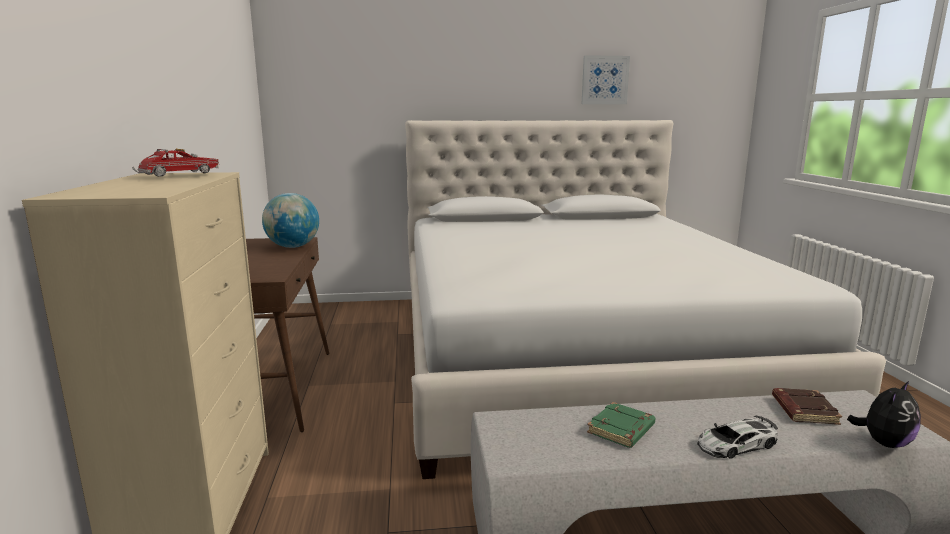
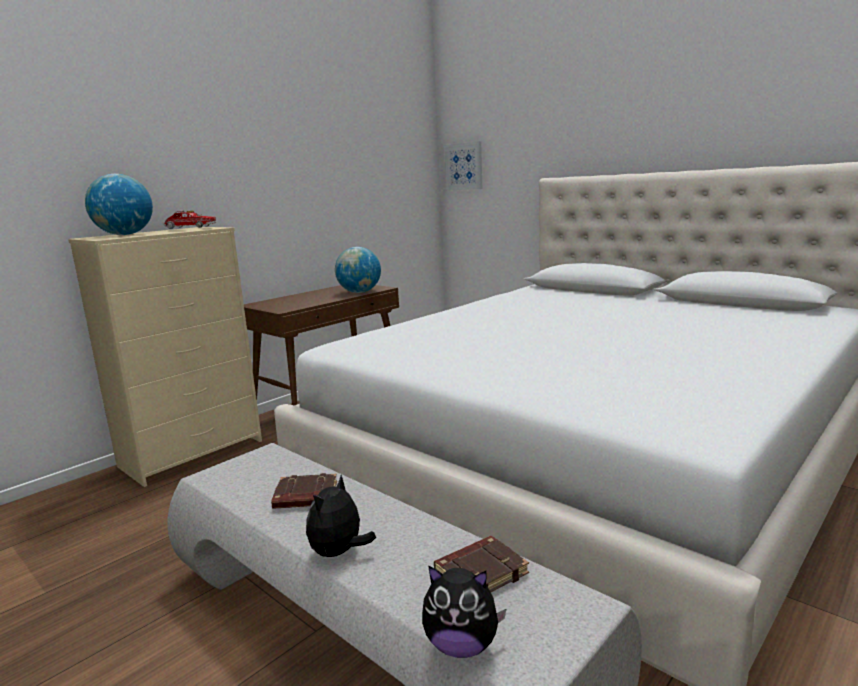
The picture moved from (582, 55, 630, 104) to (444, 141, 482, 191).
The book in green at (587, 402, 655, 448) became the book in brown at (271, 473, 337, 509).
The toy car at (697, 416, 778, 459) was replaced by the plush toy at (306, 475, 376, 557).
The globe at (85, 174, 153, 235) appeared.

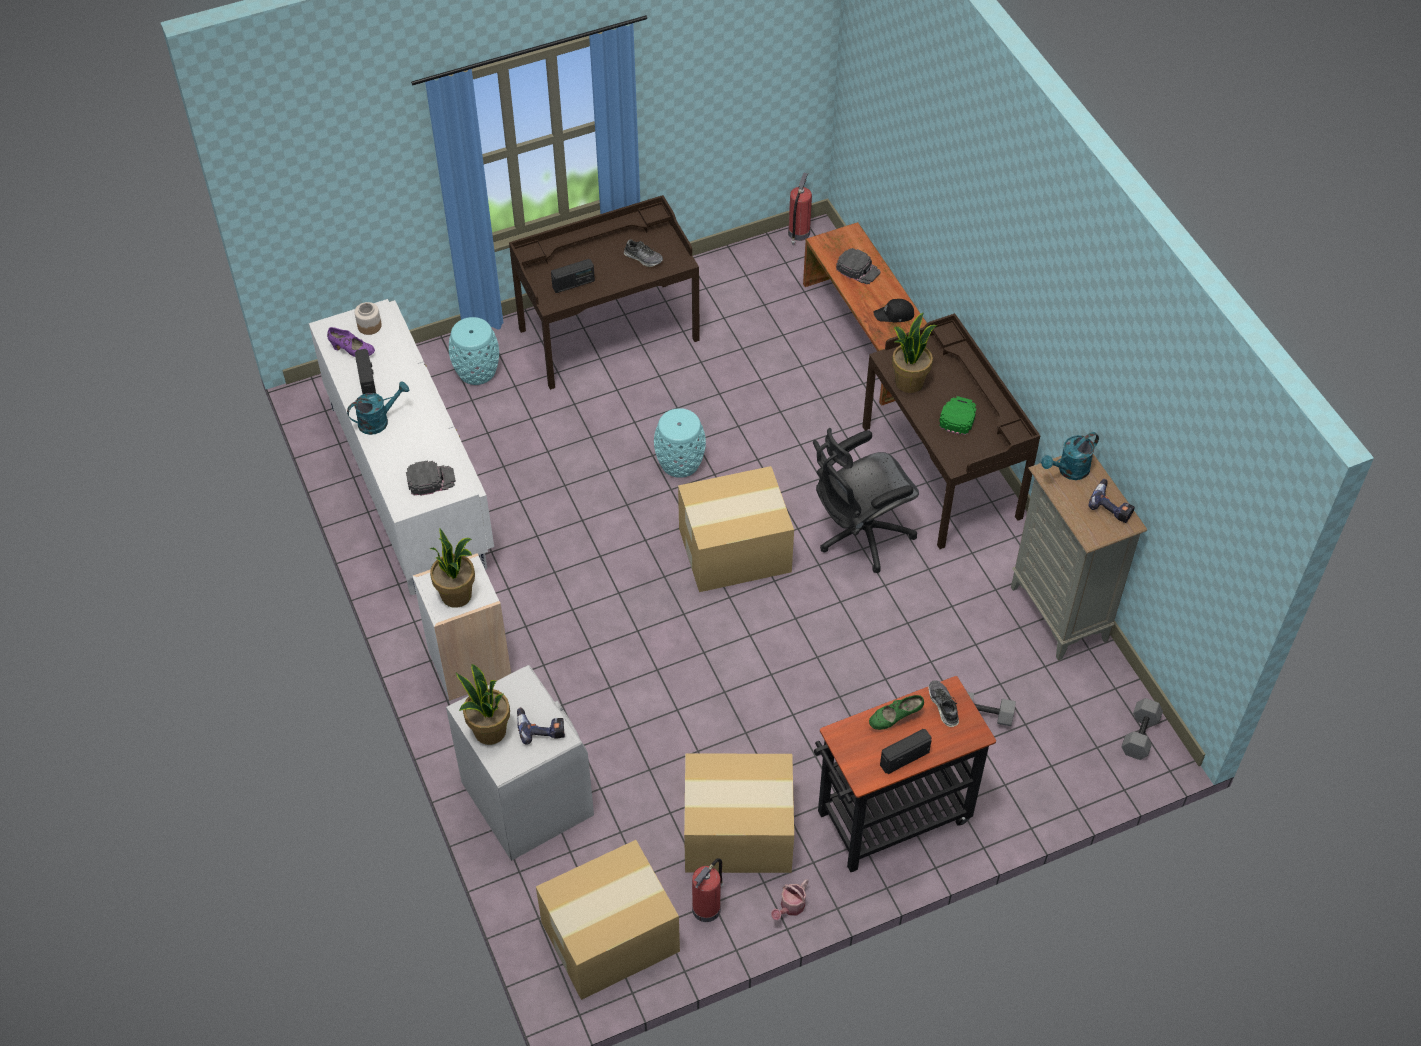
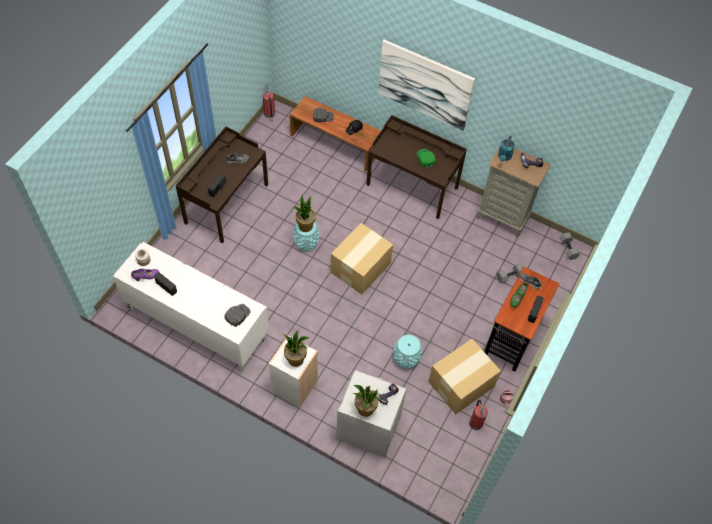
The potted plant moved from (892, 312, 937, 393) to (292, 195, 316, 232).
The stool in turquoise moved from (449, 317, 499, 385) to (394, 335, 422, 369).
The watering can in turquoise at (347, 381, 409, 435) disappeared.
The office chair at (813, 428, 919, 573) disappeared.
The cardboard box at (536, 840, 680, 1000) disappeared.
The picture at (378, 40, 475, 131) appeared.

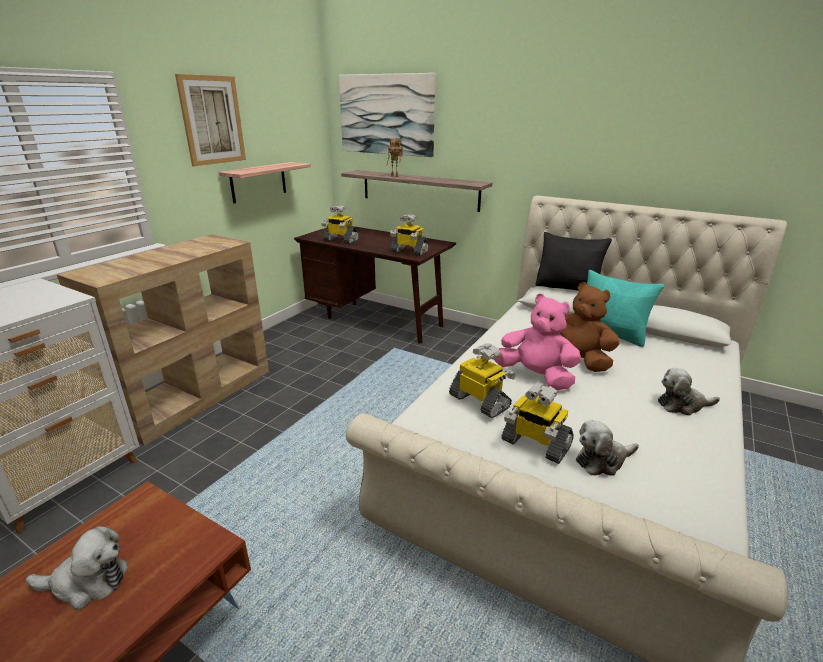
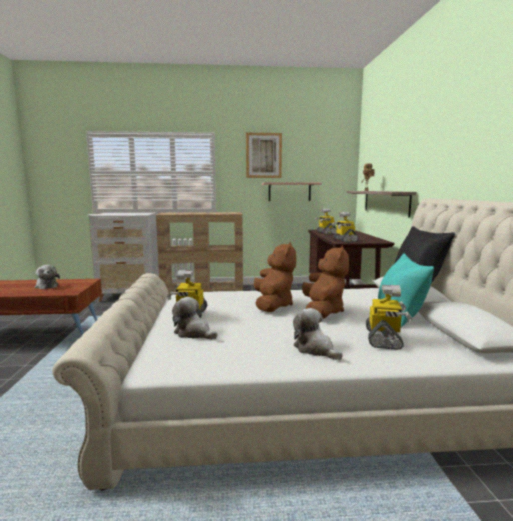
The picture at (339, 73, 435, 157) disappeared.
The plush toy in pink at (493, 294, 581, 390) became the plush toy in brown at (254, 242, 296, 312).
The toy robot moved from (449, 344, 516, 418) to (366, 285, 412, 350).

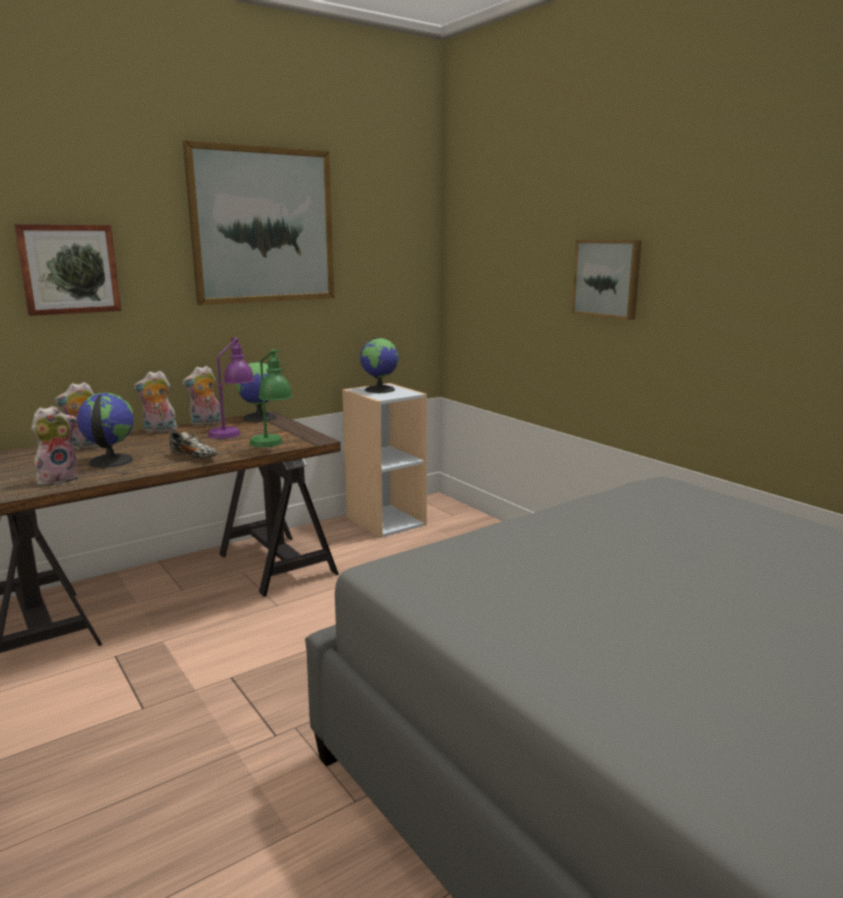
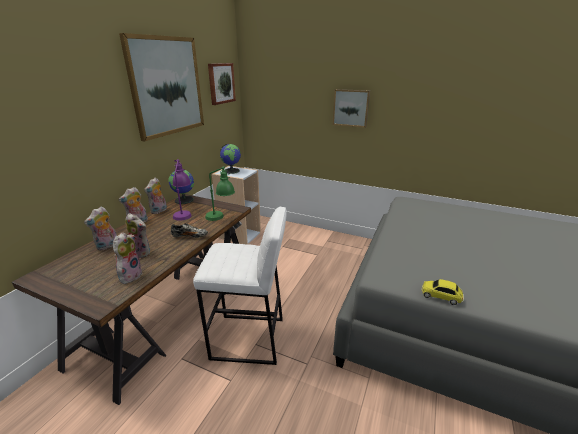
The picture moved from (14, 224, 121, 316) to (208, 63, 236, 105).
The globe at (77, 393, 134, 468) was replaced by the plush toy at (126, 213, 150, 258).
The stool in white at (193, 207, 287, 365) appeared.
The toy car at (422, 279, 464, 305) appeared.

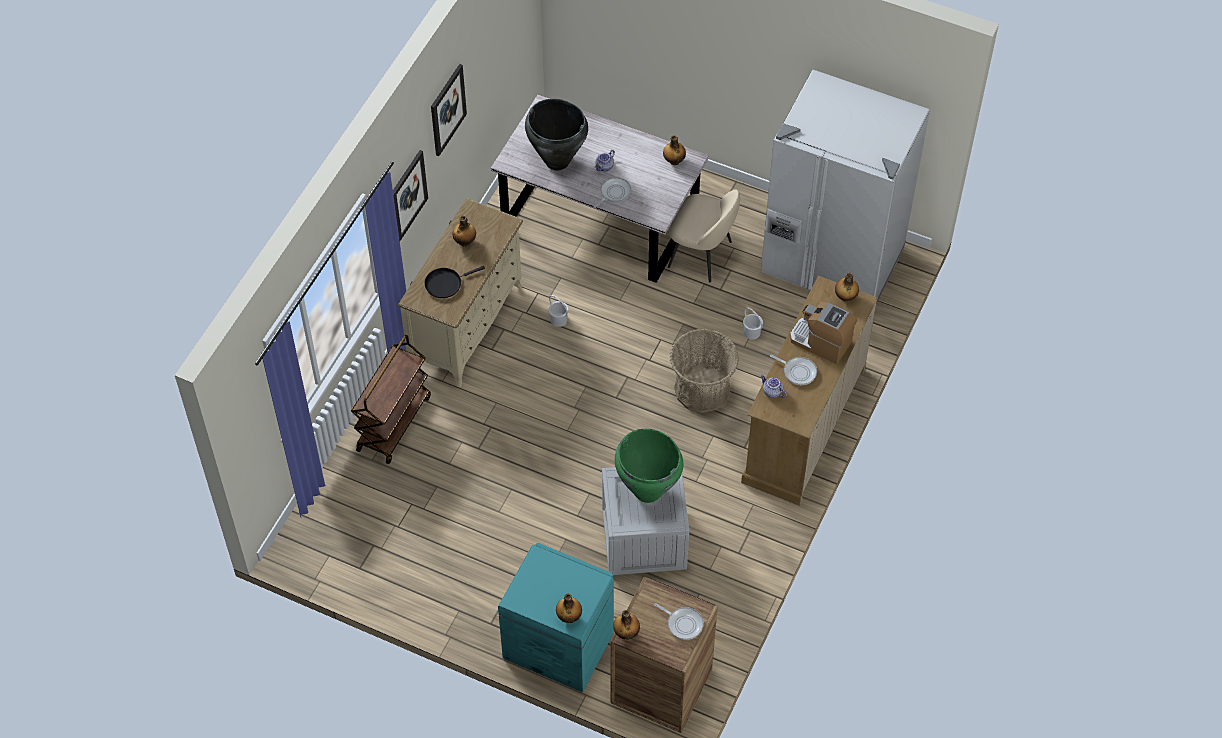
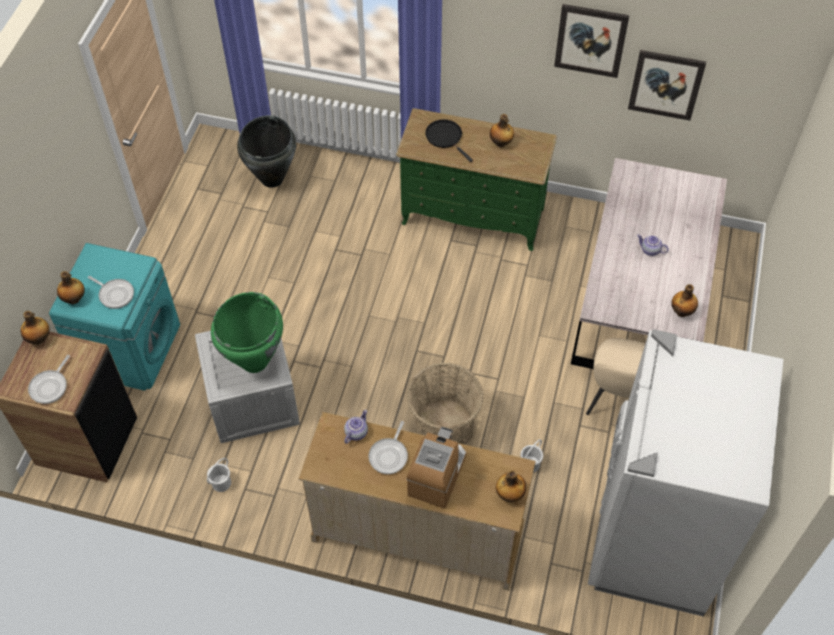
The vase in black moved from (525, 99, 588, 171) to (237, 115, 296, 188).
The picture moved from (393, 150, 428, 241) to (628, 50, 706, 121).
The frying pan moved from (593, 177, 631, 208) to (88, 276, 134, 309).
The dresser in beige at (398, 198, 523, 387) became the dresser in green at (396, 108, 557, 251).
The bucket in white moved from (549, 295, 569, 327) to (207, 458, 231, 492).
The cart in brown at (351, 335, 431, 464) disappeared.

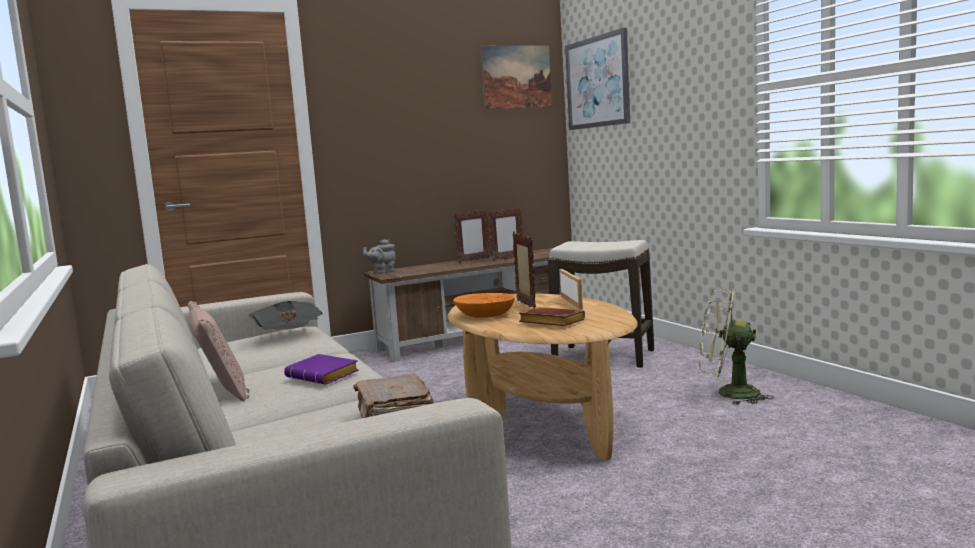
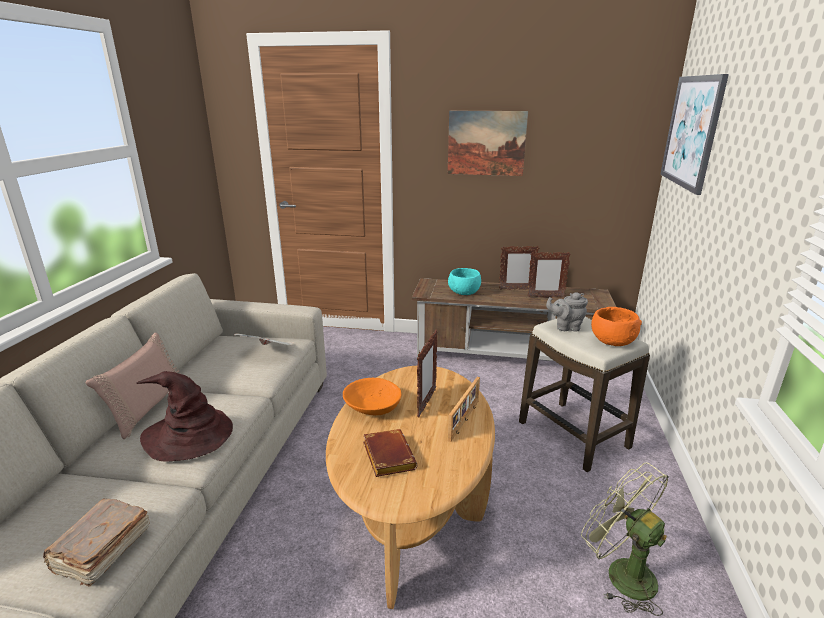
The picture moved from (481, 45, 552, 109) to (448, 111, 528, 176).
The teapot in grey moved from (363, 239, 396, 274) to (546, 292, 588, 331).
The book in purple at (284, 354, 359, 385) was replaced by the hat in brown at (136, 371, 233, 462).
The bowl in turquoise at (448, 268, 481, 295) appeared.
The bowl in orange at (591, 307, 642, 346) appeared.

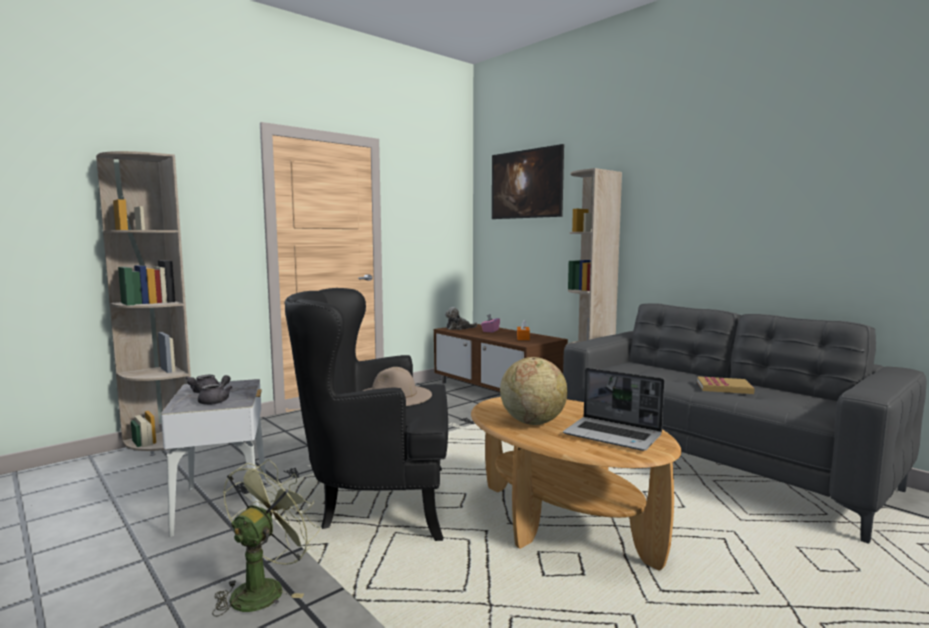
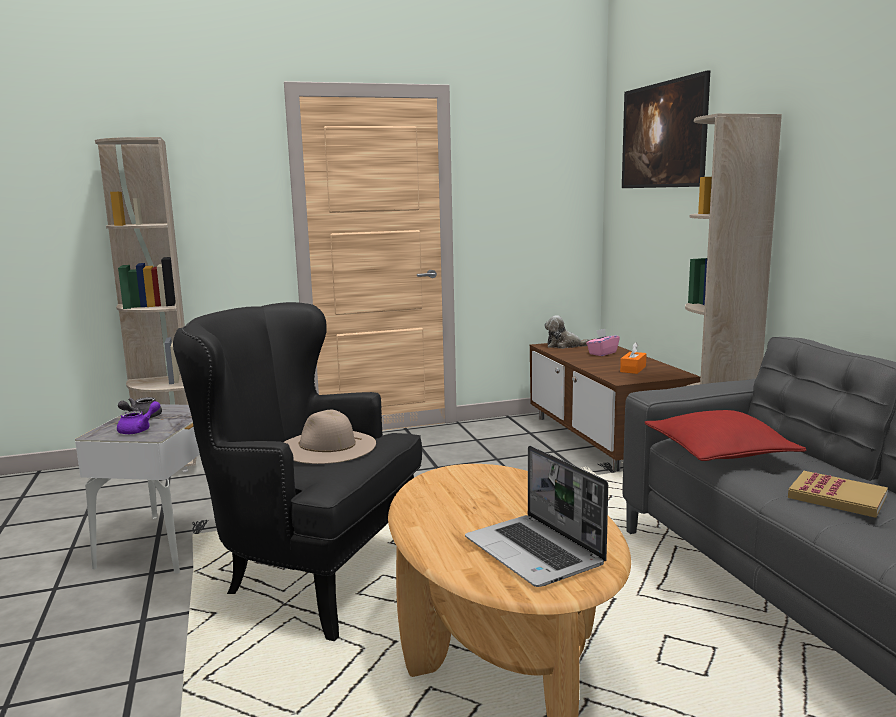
The globe at (500, 357, 568, 425) disappeared.
The teapot in grey at (198, 375, 232, 405) became the teapot in purple at (117, 401, 160, 434).
The fan in green at (212, 459, 320, 617) disappeared.
The pillow in red at (645, 410, 806, 461) appeared.

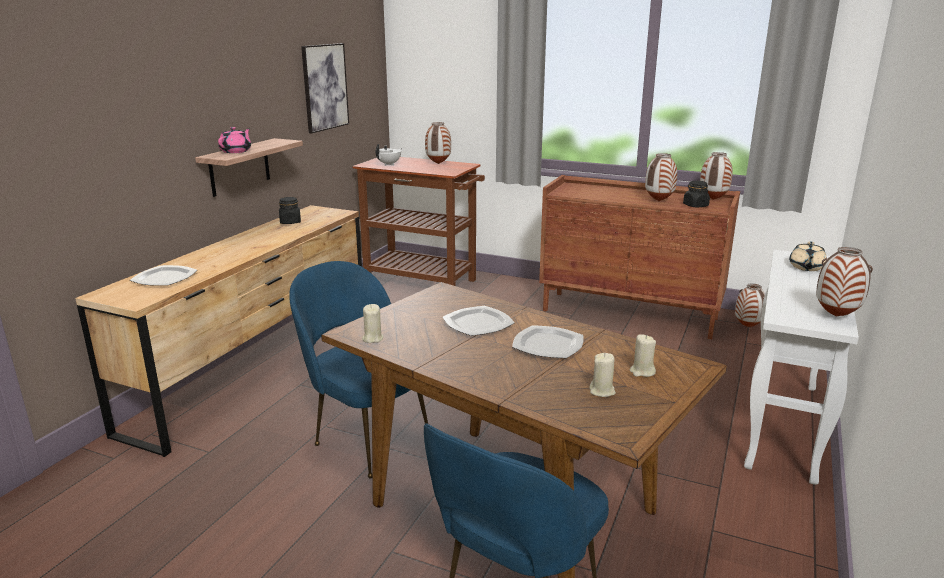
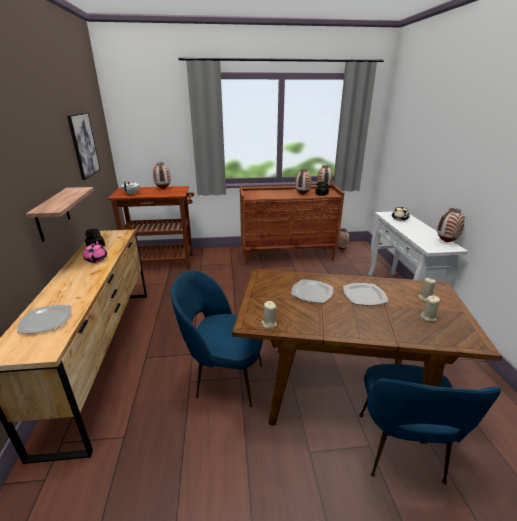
The teapot in pink moved from (218, 127, 251, 153) to (83, 240, 107, 263).

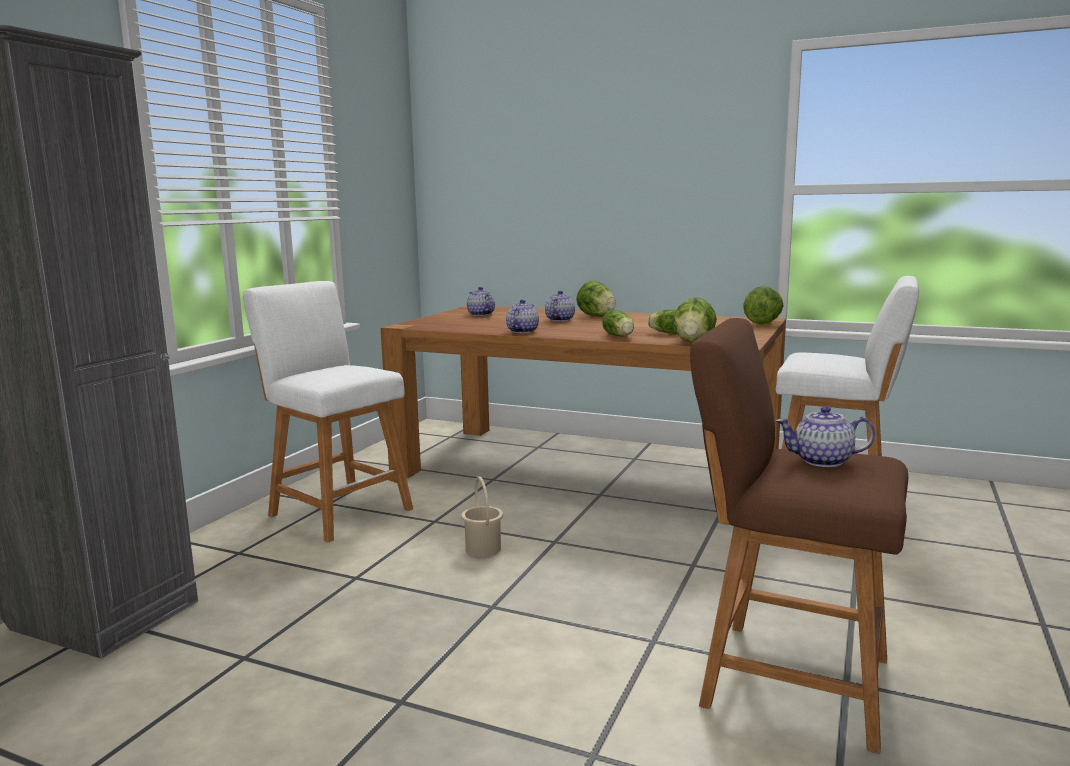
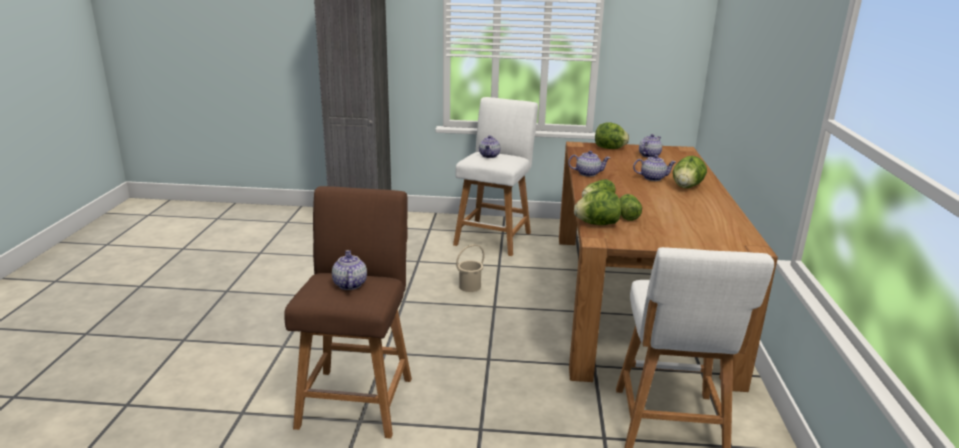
The lettuce moved from (743, 286, 784, 325) to (595, 122, 629, 149).
The teapot at (479, 135, 500, 158) appeared.

